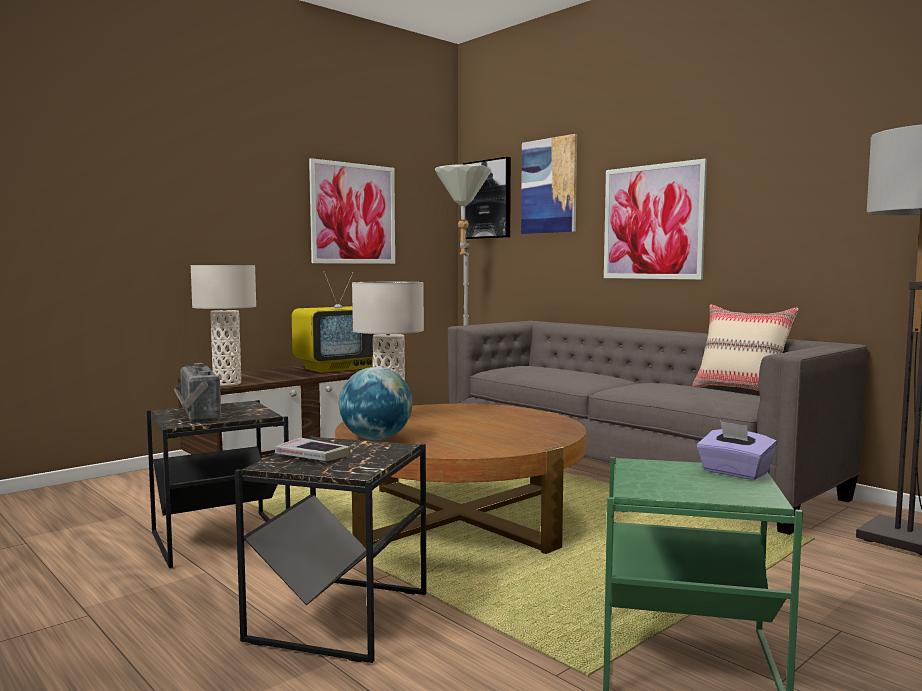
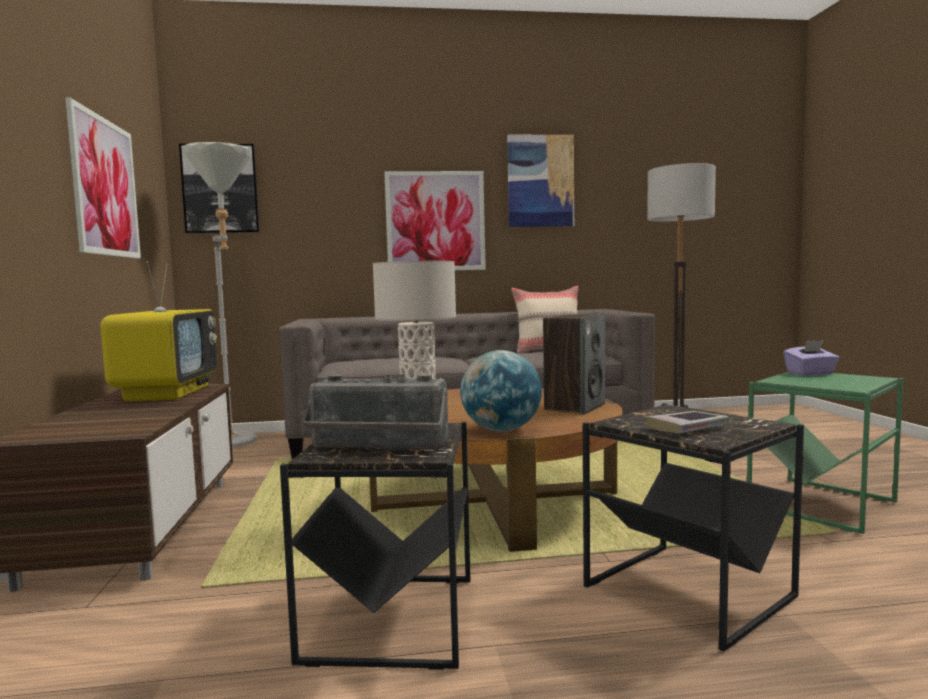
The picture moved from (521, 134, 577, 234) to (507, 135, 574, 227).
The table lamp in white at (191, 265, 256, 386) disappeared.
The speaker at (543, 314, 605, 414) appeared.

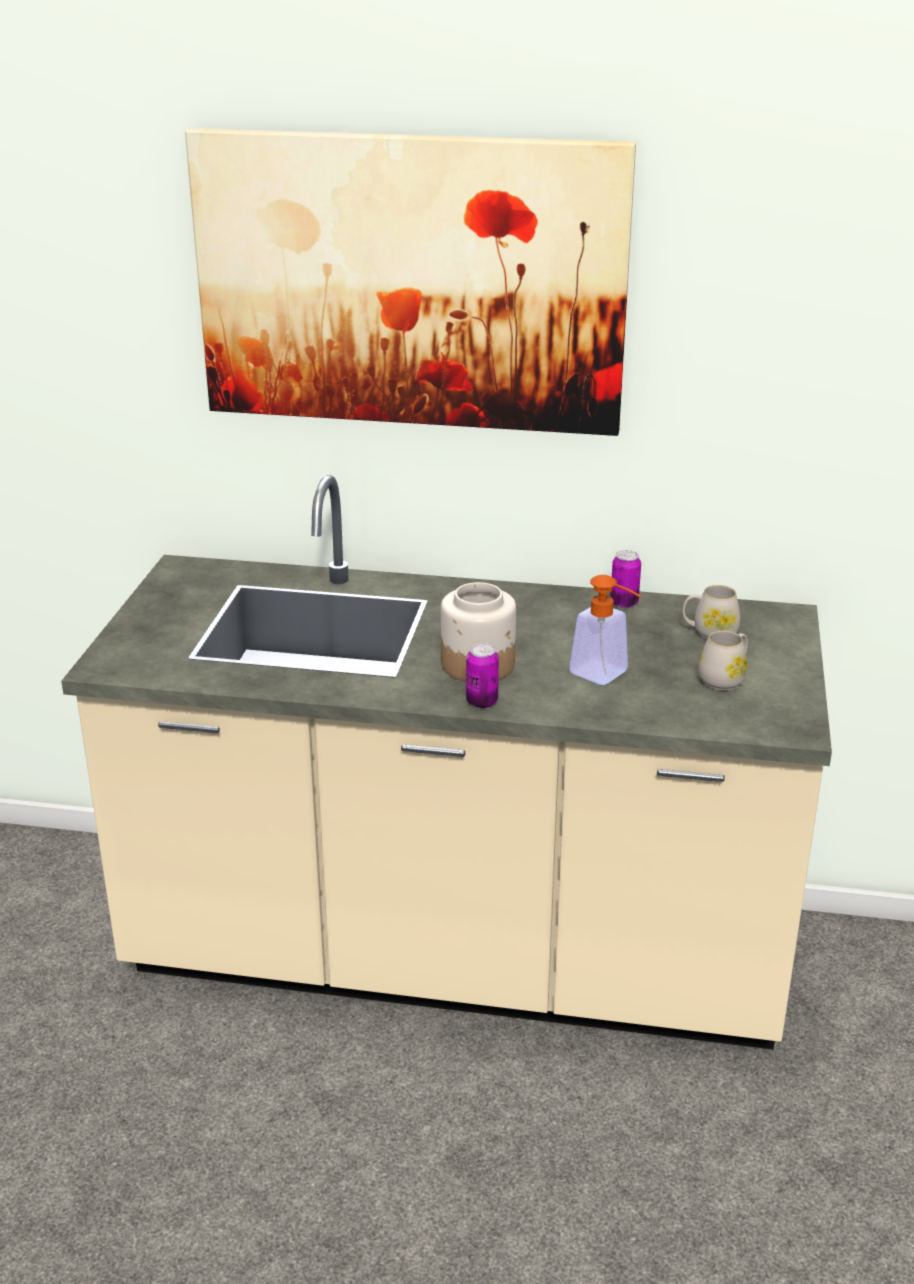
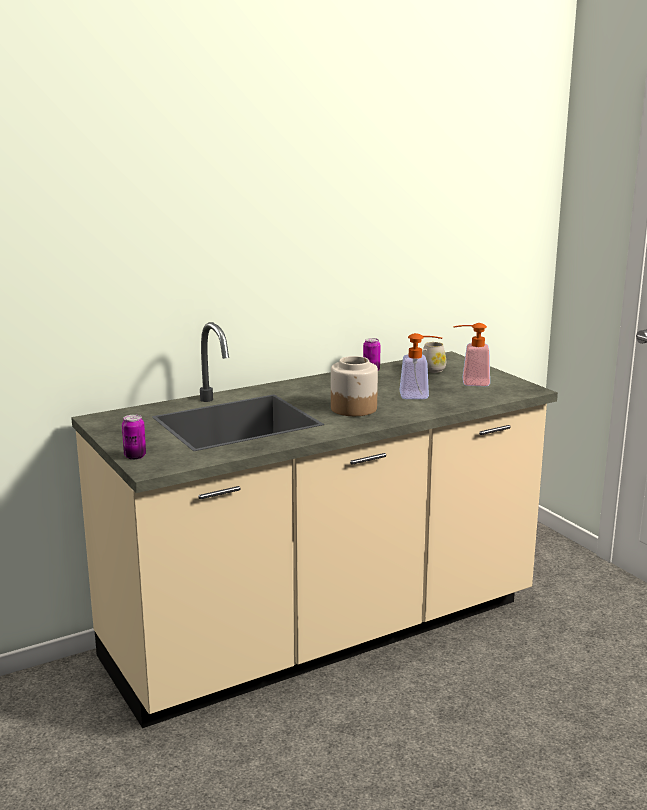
The picture at (185, 128, 636, 436) disappeared.
The mug in white at (698, 631, 748, 691) was replaced by the soap dispenser at (453, 323, 490, 386).
The can moved from (466, 643, 499, 708) to (122, 415, 146, 460).

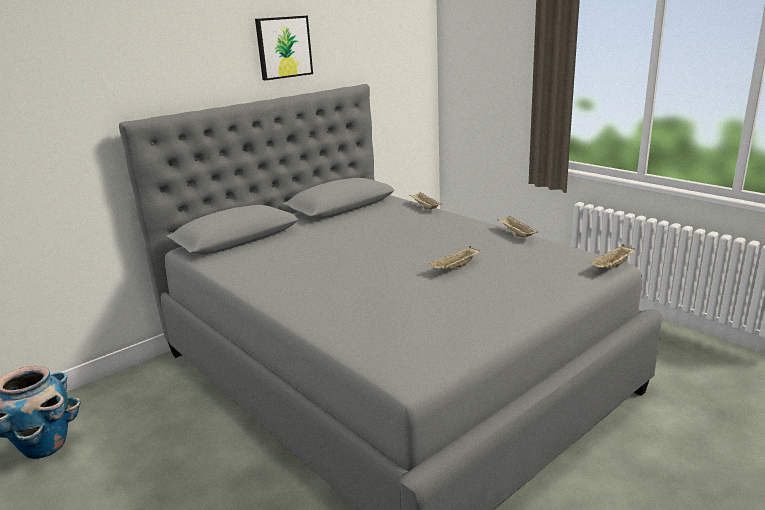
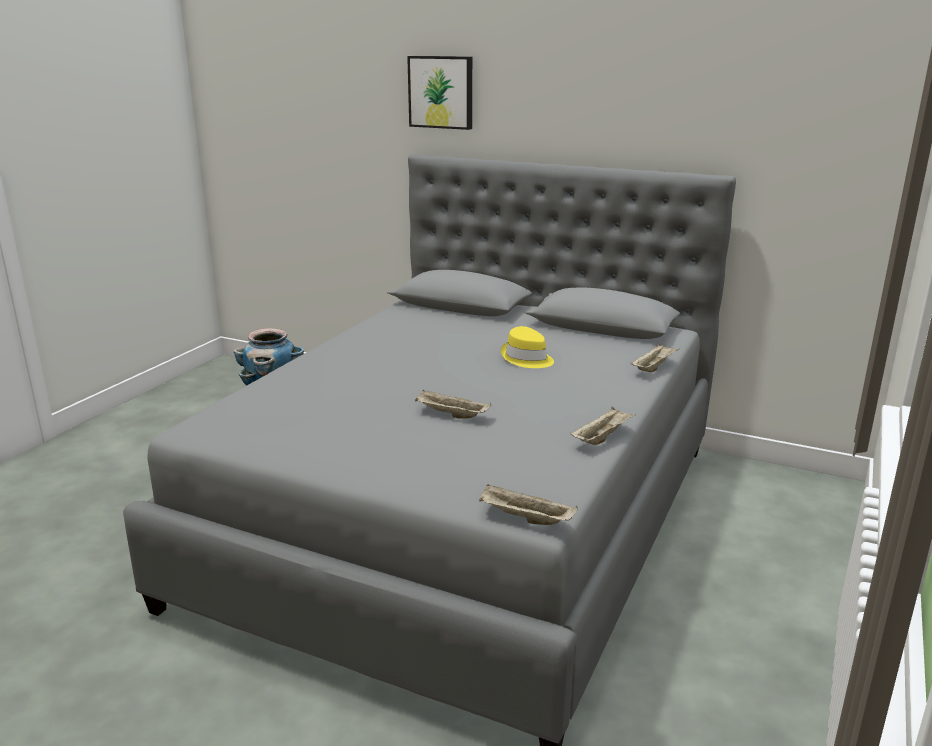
The picture moved from (255, 16, 313, 80) to (407, 56, 472, 130).
The hat in yellow at (501, 326, 554, 368) appeared.

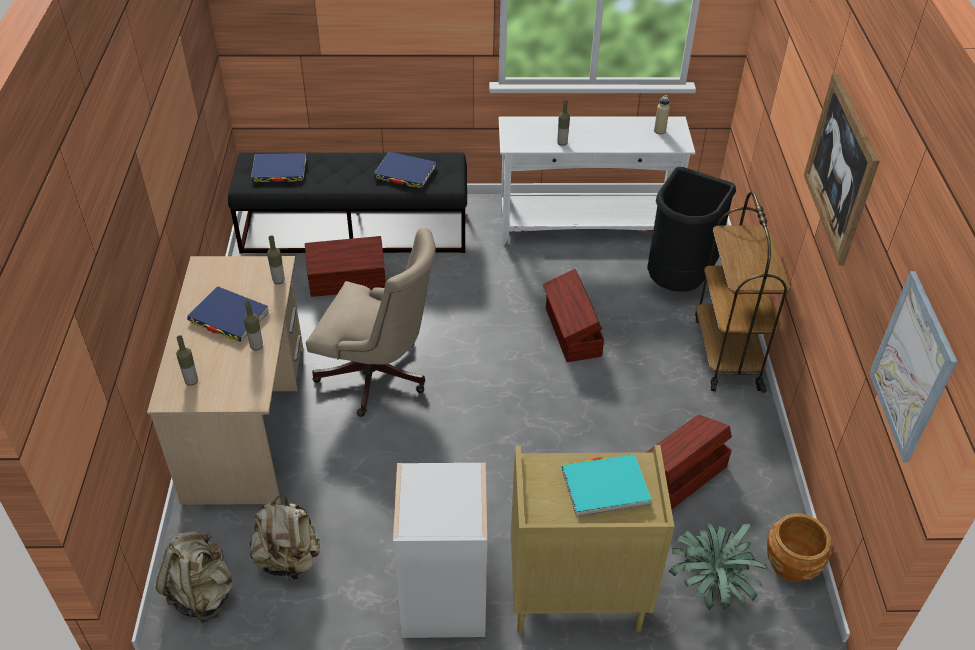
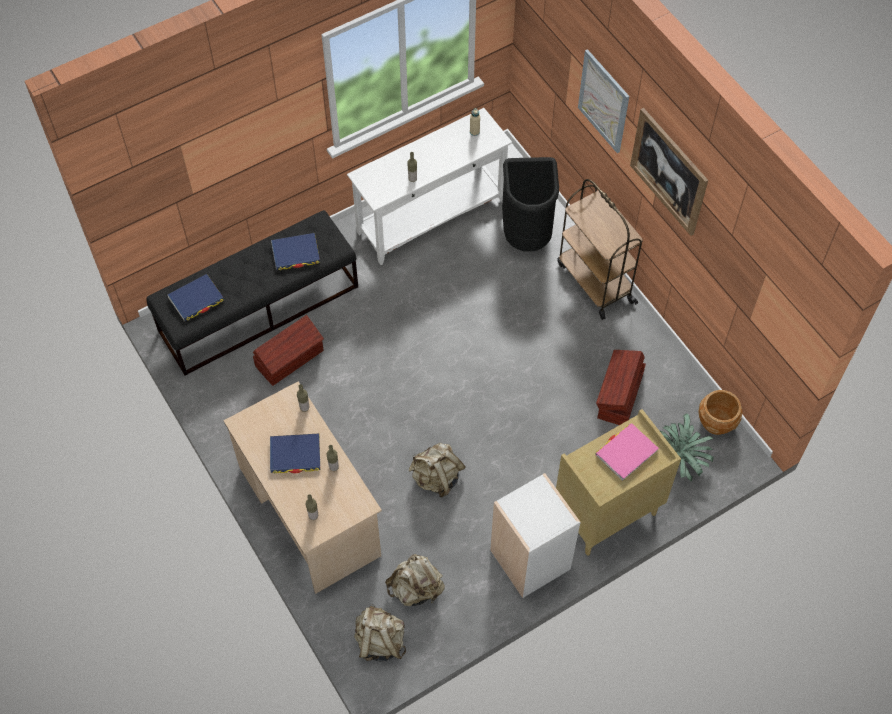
The office chair in beige at (306, 228, 436, 417) disappeared.
The storage box in brown at (543, 269, 604, 362) disappeared.
The picture moved from (869, 271, 957, 463) to (578, 49, 629, 153).
The book in turquoise at (562, 454, 652, 517) became the book in pink at (595, 423, 659, 481).
The backpack in beige at (409, 443, 466, 497) appeared.

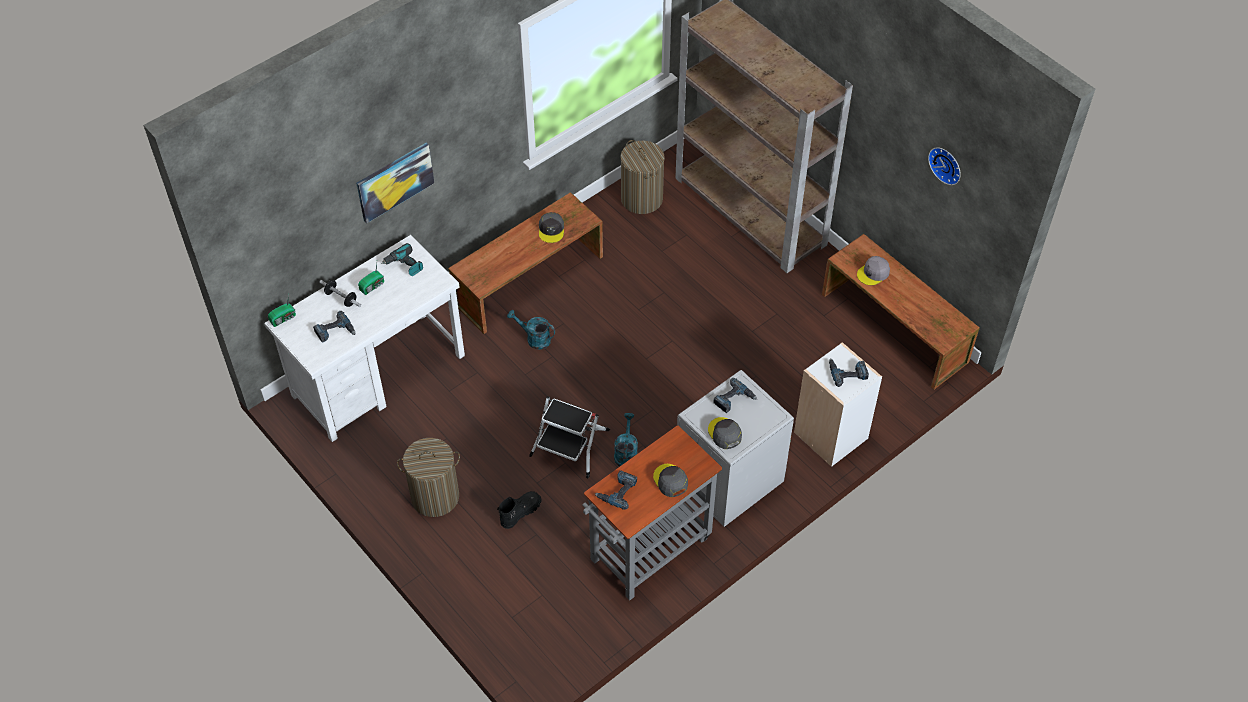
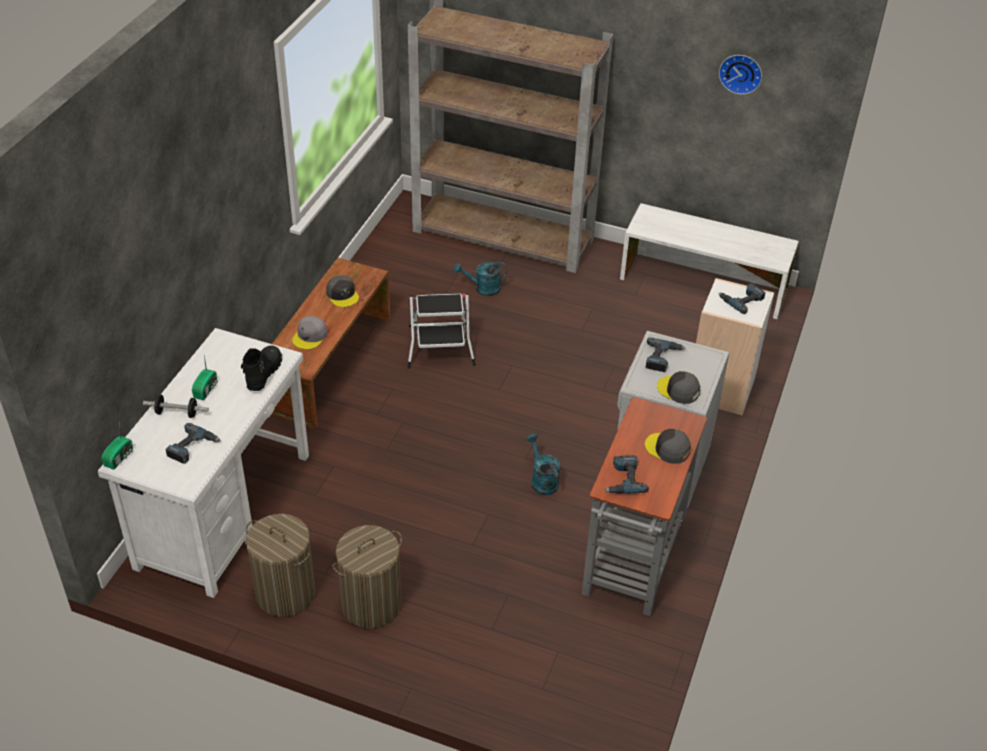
The laundry basket moved from (621, 140, 665, 214) to (246, 514, 316, 616).
The picture at (356, 142, 434, 223) disappeared.
The bench in brown at (822, 234, 980, 390) became the bench in white at (620, 203, 799, 319).
The power drill at (381, 243, 423, 276) disappeared.
The cap in grey moved from (857, 256, 890, 285) to (292, 316, 328, 349).
The watering can in turquoise moved from (507, 310, 555, 349) to (454, 262, 507, 296).
The step ladder moved from (529, 396, 610, 478) to (407, 293, 476, 369).
The boot in black moved from (497, 491, 542, 529) to (241, 346, 282, 391).

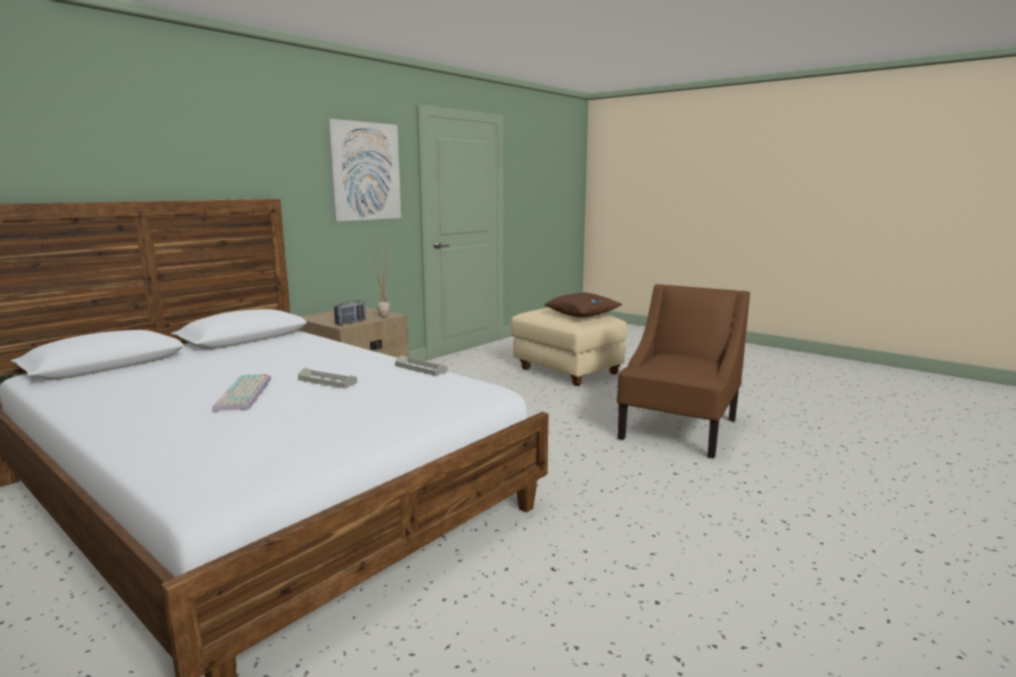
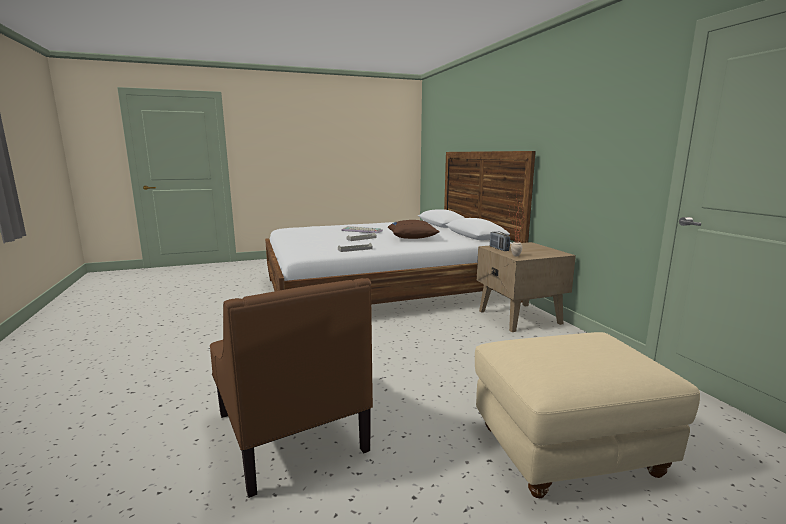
The picture at (328, 119, 401, 221) disappeared.
The pillow in brown moved from (544, 293, 622, 317) to (388, 220, 440, 239).

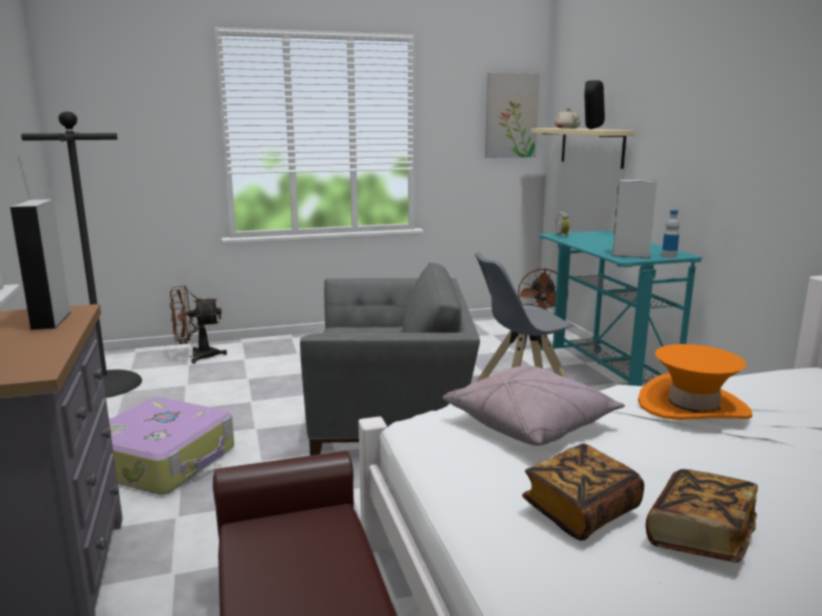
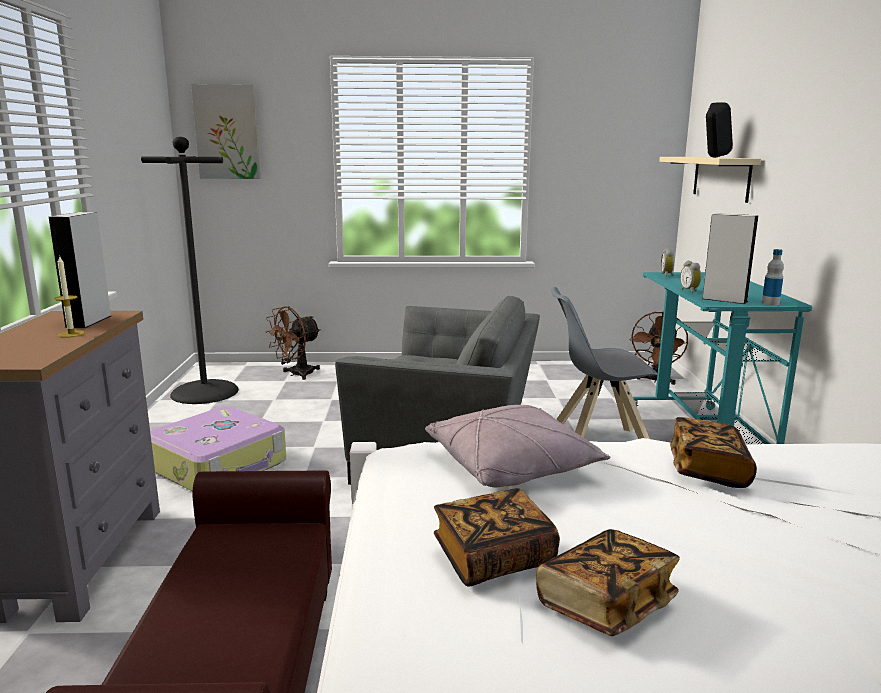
The picture moved from (485, 73, 540, 158) to (191, 84, 261, 179).
The teapot in beige at (555, 108, 581, 128) disappeared.
The fan in brown at (170, 286, 227, 364) turned 45 degrees counterclockwise.
The hat in orange at (638, 344, 752, 420) was replaced by the book at (670, 417, 757, 488).
The candle at (54, 255, 85, 338) appeared.
The alarm clock at (680, 261, 701, 293) appeared.

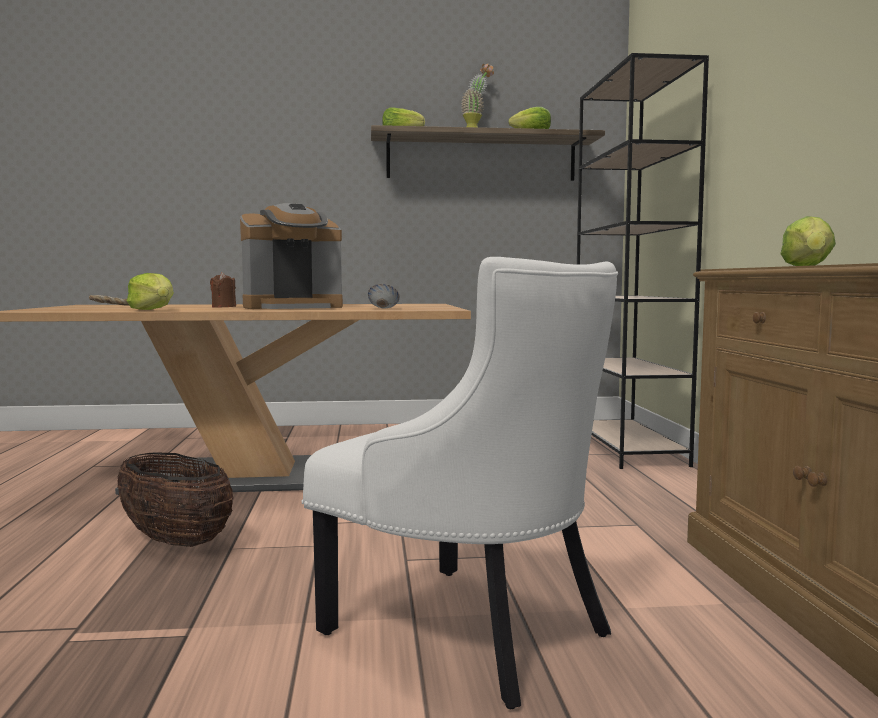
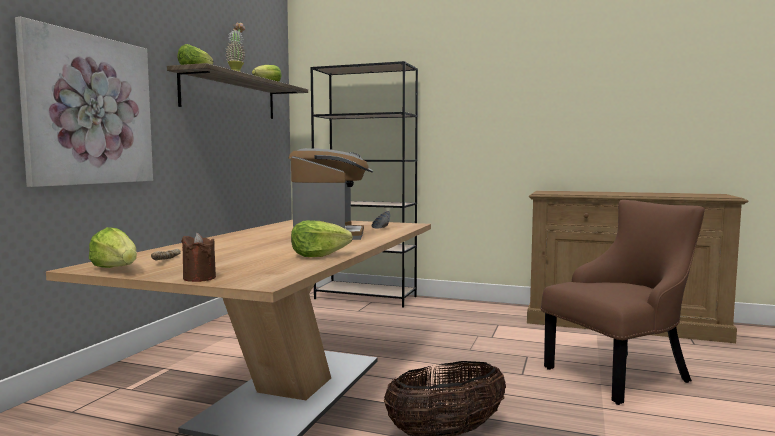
The lettuce moved from (780, 216, 836, 266) to (89, 227, 137, 268).
The chair in white at (301, 257, 618, 709) became the chair in brown at (541, 200, 705, 405).
The candle in brown moved from (210, 272, 236, 308) to (181, 233, 216, 282).
The picture at (15, 17, 153, 187) appeared.

